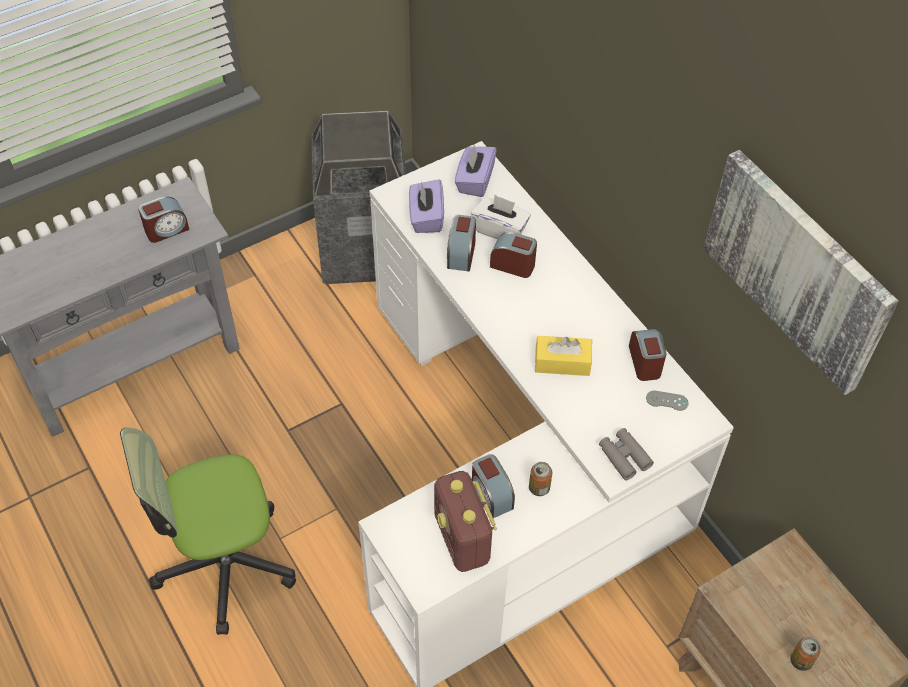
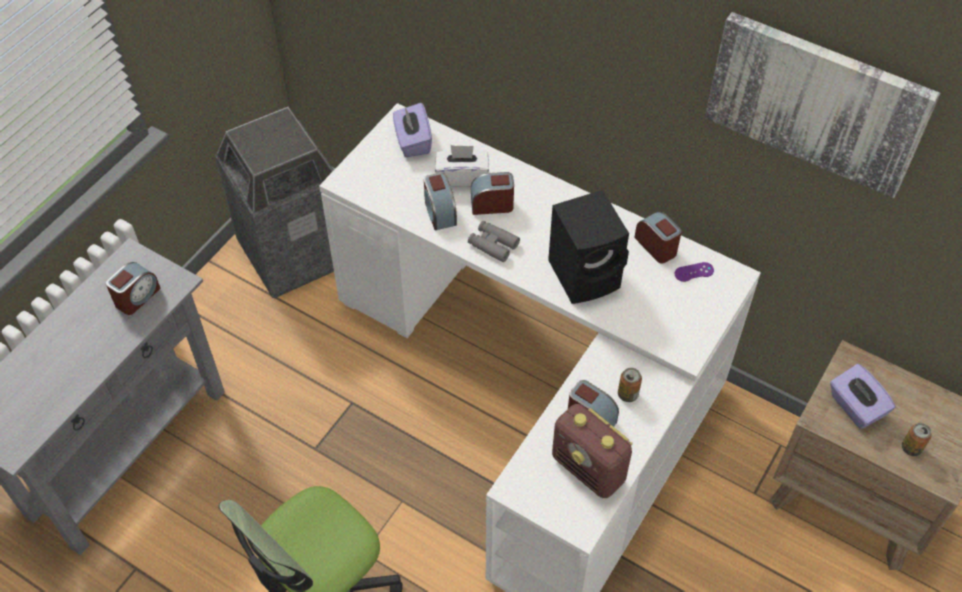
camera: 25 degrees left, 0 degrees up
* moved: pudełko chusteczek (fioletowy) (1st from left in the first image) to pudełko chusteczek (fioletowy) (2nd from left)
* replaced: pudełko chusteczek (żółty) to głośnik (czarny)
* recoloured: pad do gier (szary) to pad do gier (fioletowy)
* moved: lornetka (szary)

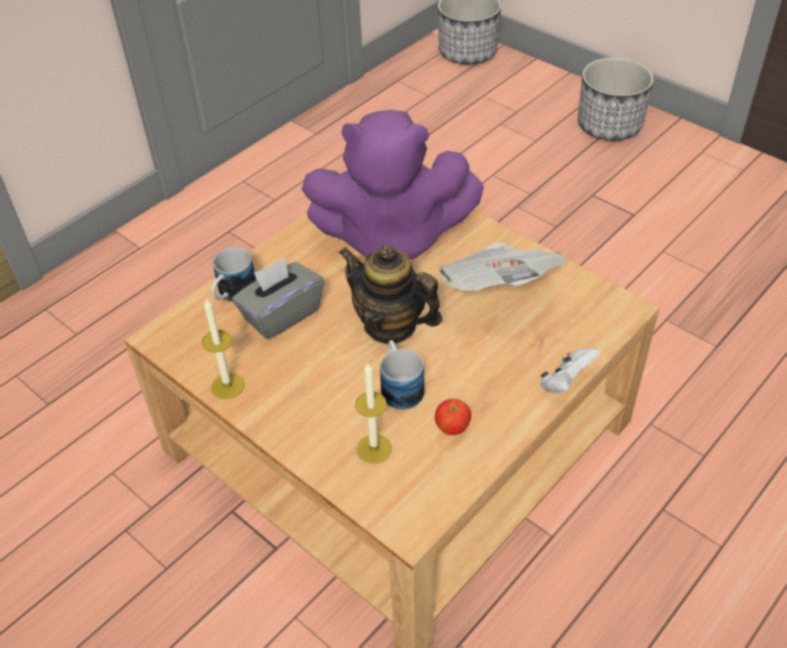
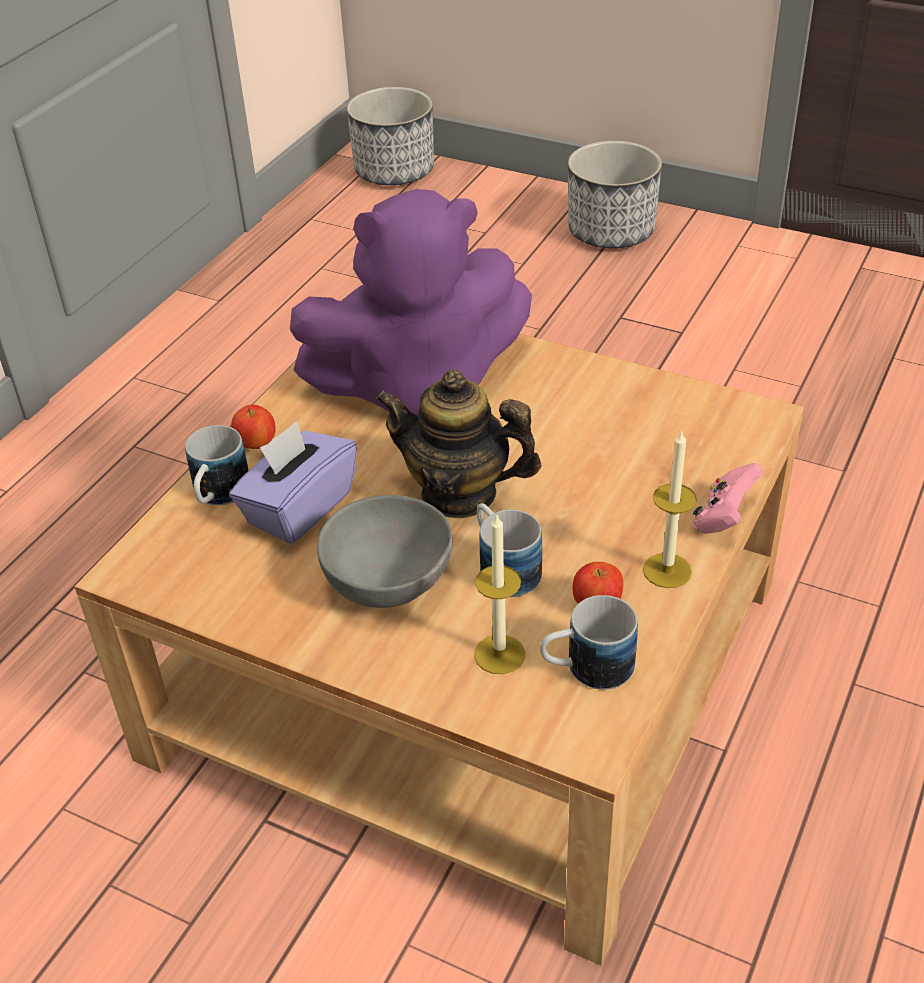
camera: 15 degrees left, 5 degrees down
* removed: gazeta
* recoloured: pudełko chusteczek (szary) to pudełko chusteczek (fioletowy)
* moved: świeca (1st from left in the first image) to świeca (2nd from left)
* recoloured: pad do gier (biały) to pad do gier (różowy)
* added: jabłko (1st from left)
* added: miska (szary)
* added: kubek (3rd from left)

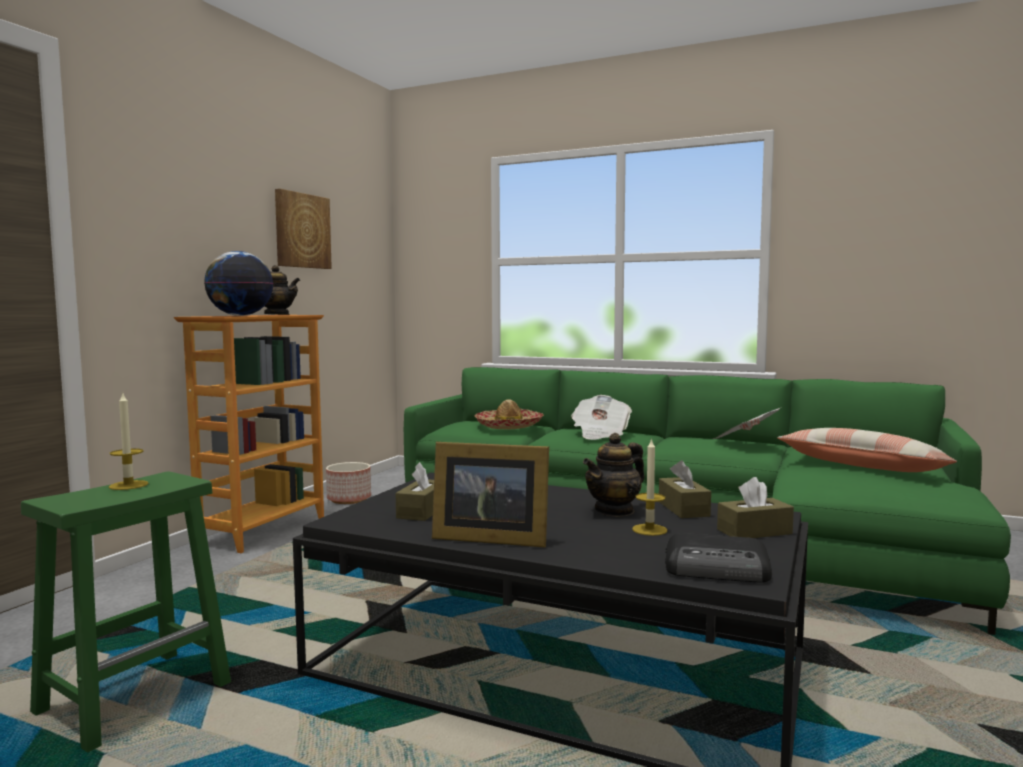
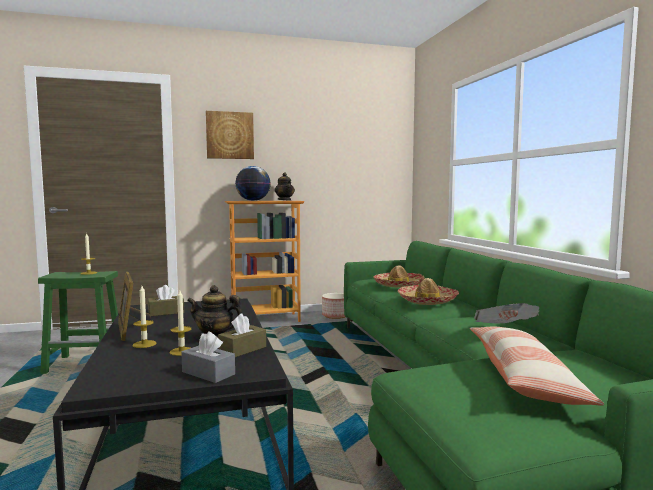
camera: 50 degrees right, 0 degrees up
* moved: obraz
* replaced: gazeta (1st from left) to kapelusz (2nd from left)
* recoloured: pudełko chusteczek (brązowy) (3rd from left) to pudełko chusteczek (szary)
* removed: radio
* added: świeca (2nd from left)

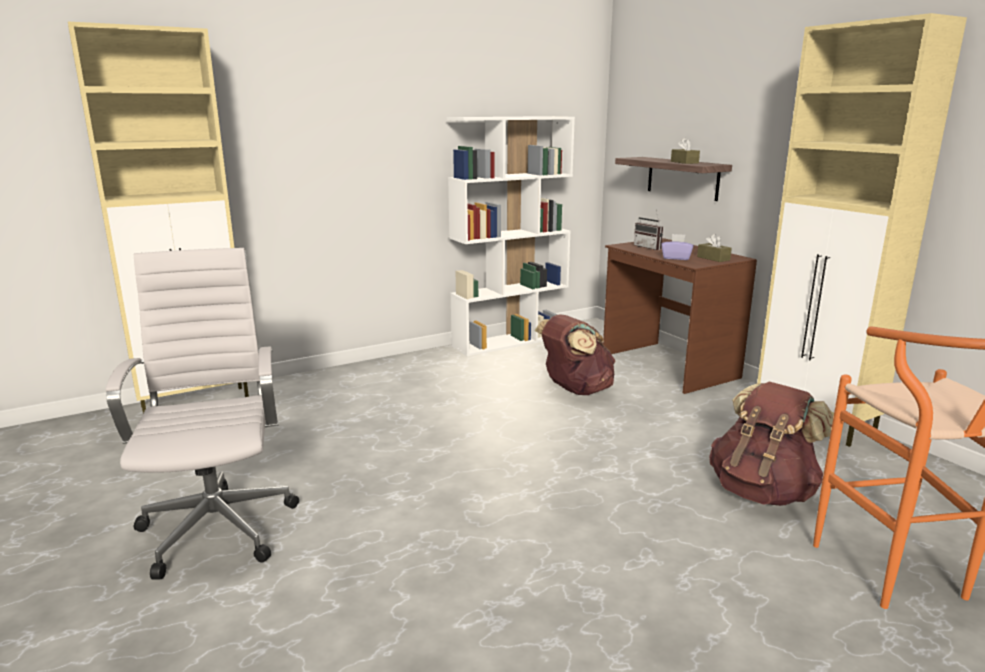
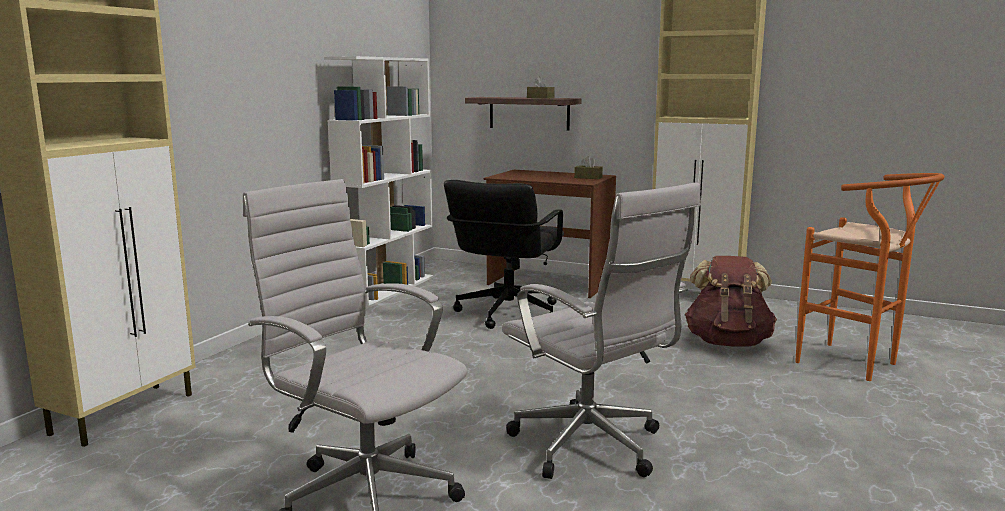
camera: 35 degrees left, 5 degrees down
* removed: radio
* removed: pudełko chusteczek (fioletowy)
* replaced: plecak (brązowy) (1st from left) to krzesło biurowe (czarny)
* added: krzesło biurowe (biały) (2nd from left)

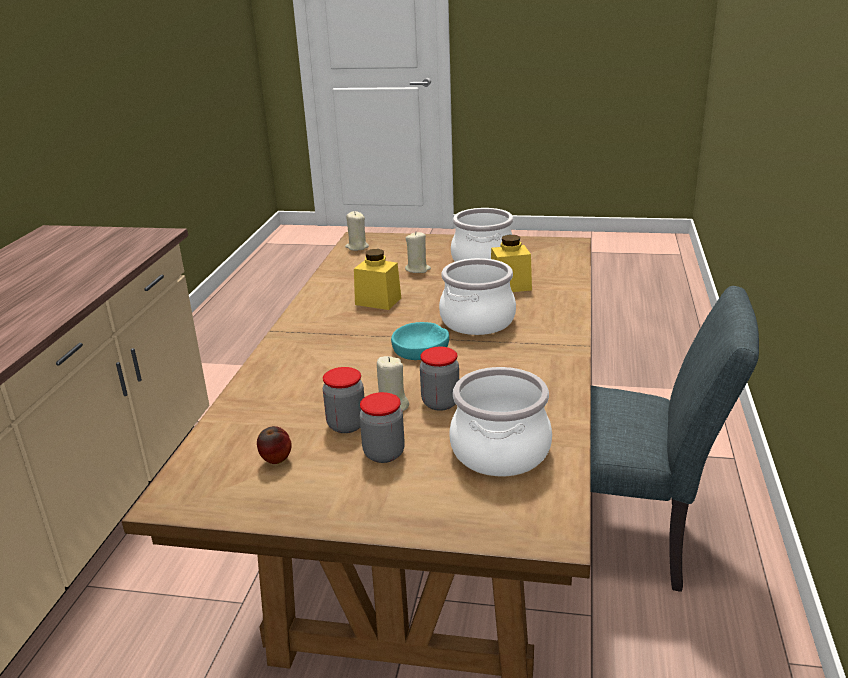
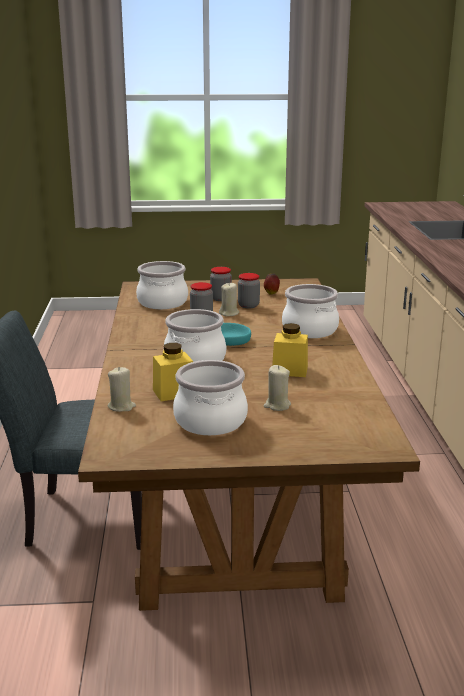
camera: 165 degrees right, 5 degrees down
* moved: świeca (beżowy) (1st from left)
* added: garnek (4th from left)

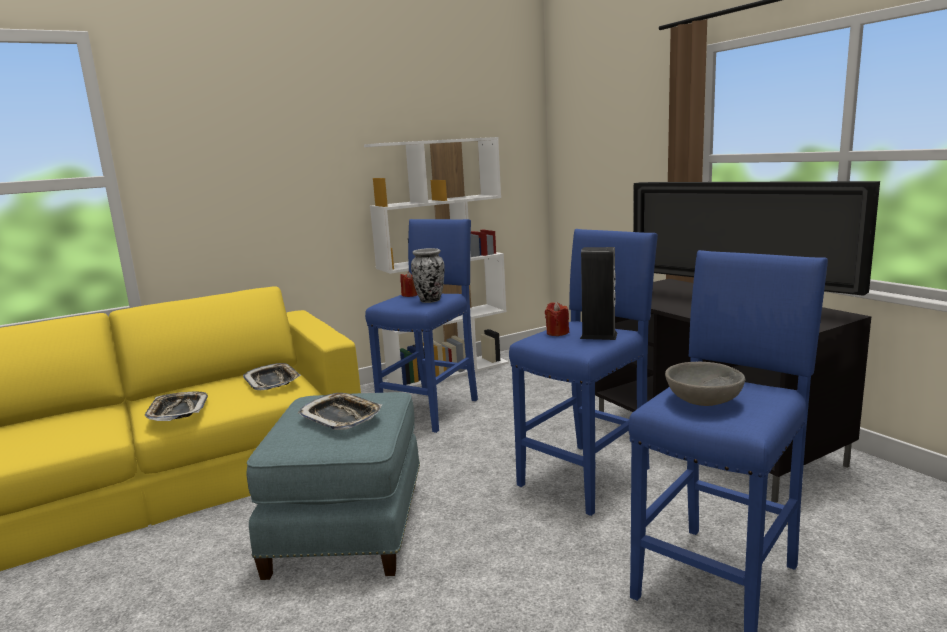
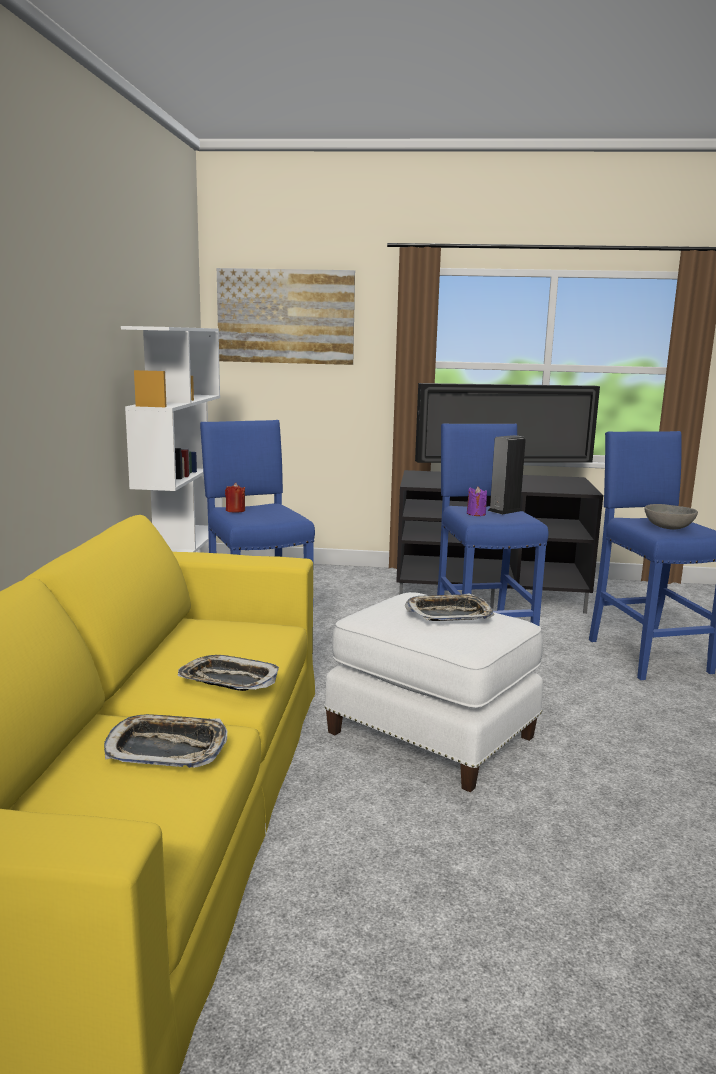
camera: 55 degrees left, 0 degrees up
* removed: wazon
* recoloured: świeca (czerwony) (2nd from left) to świeca (fioletowy)
* moved: taca (2nd from left in the first image) to taca (1st from left)
* recoloured: pufa (niebieski) to pufa (biały)
* added: obraz

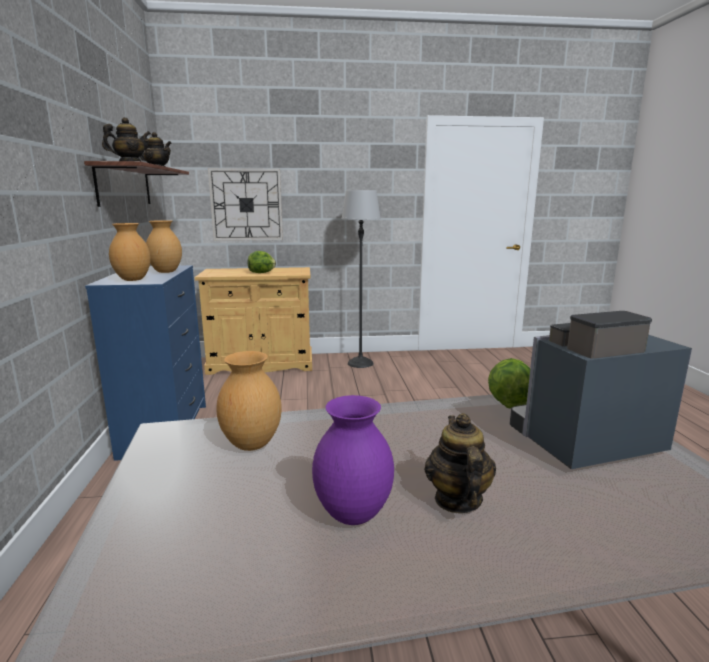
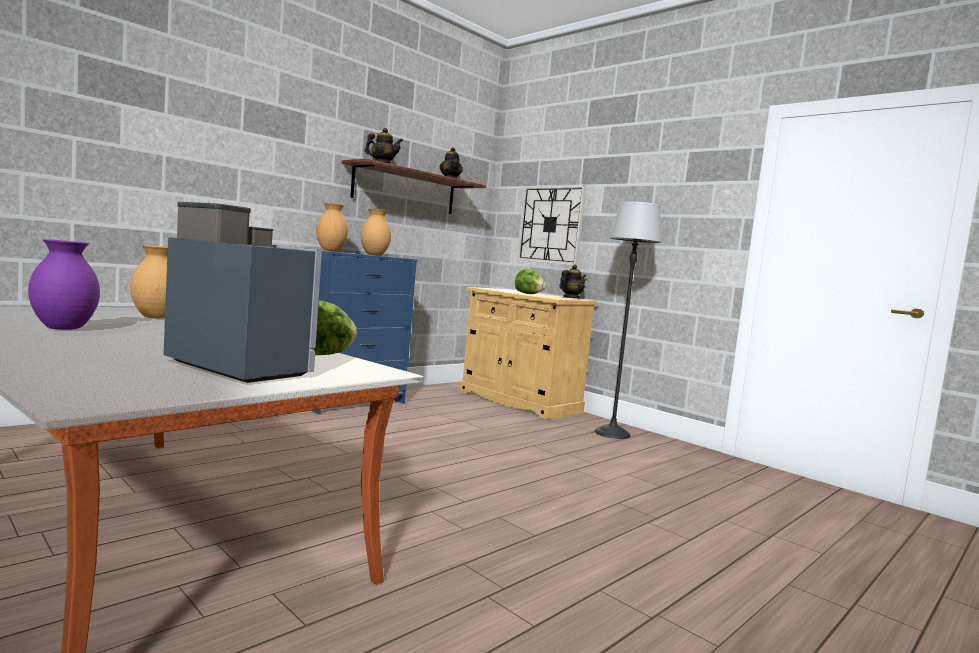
camera: 50 degrees right, 10 degrees down
* moved: imbryk (3rd from left)

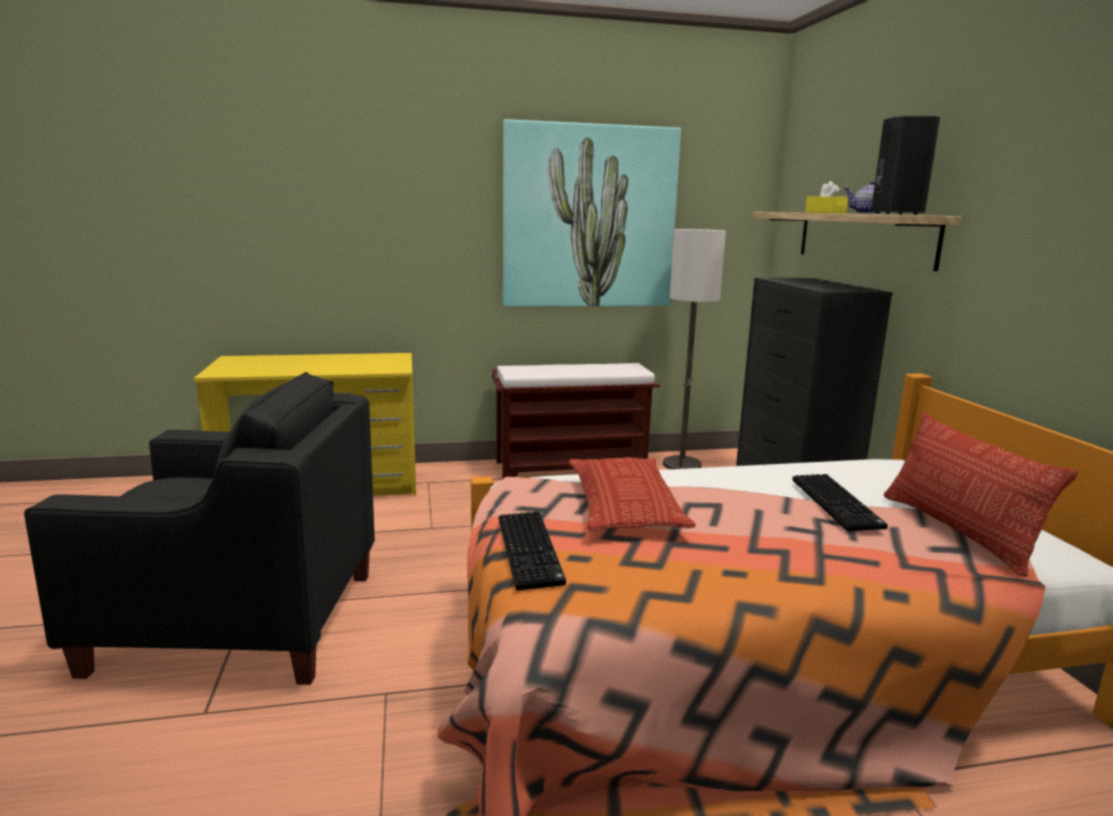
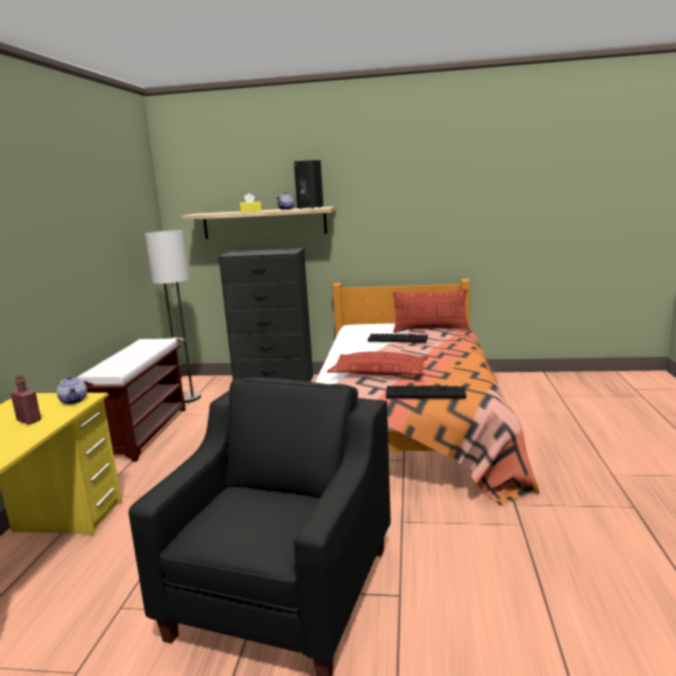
camera: 70 degrees left, 0 degrees up
* removed: obraz
* added: butelka (czerwony)
* added: imbryk (1st from left)

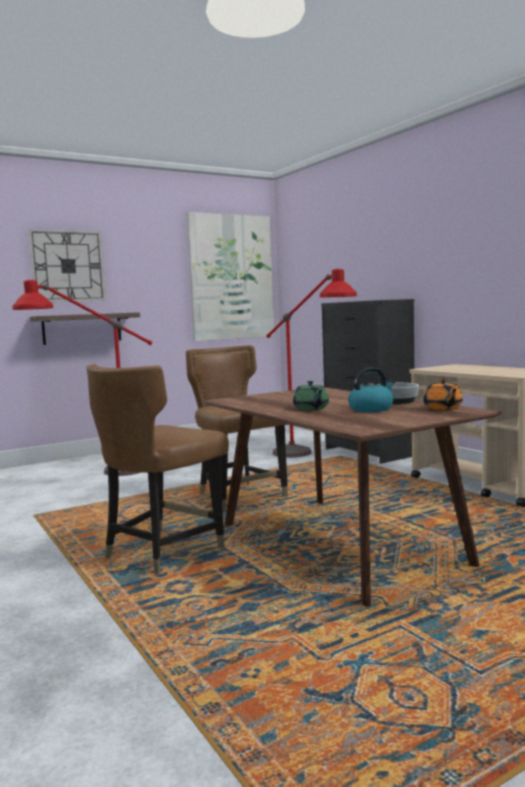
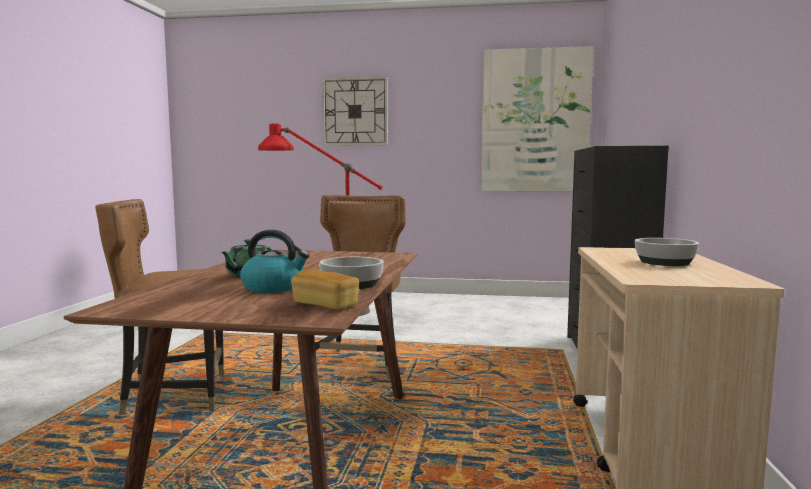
camera: 40 degrees right, 0 degrees up
* removed: lampa stojąca (czerwony) (2nd from left)
* removed: półka
* replaced: imbryk (pomarańczowy) to chleb
* added: miska (2nd from left)

